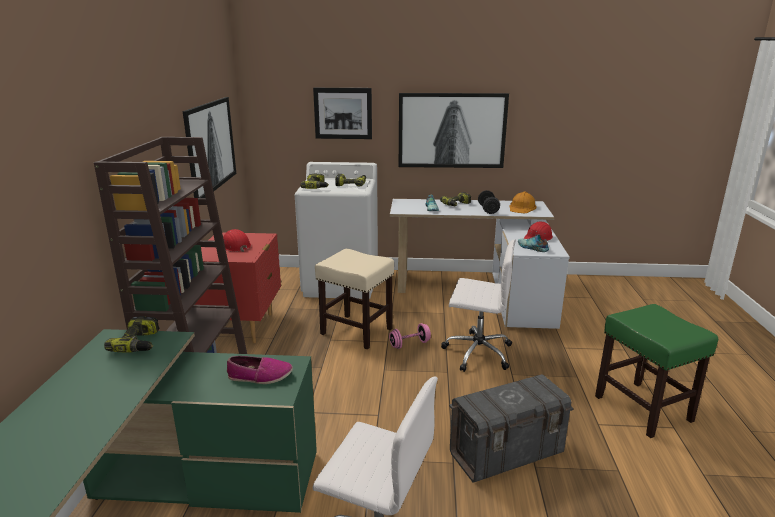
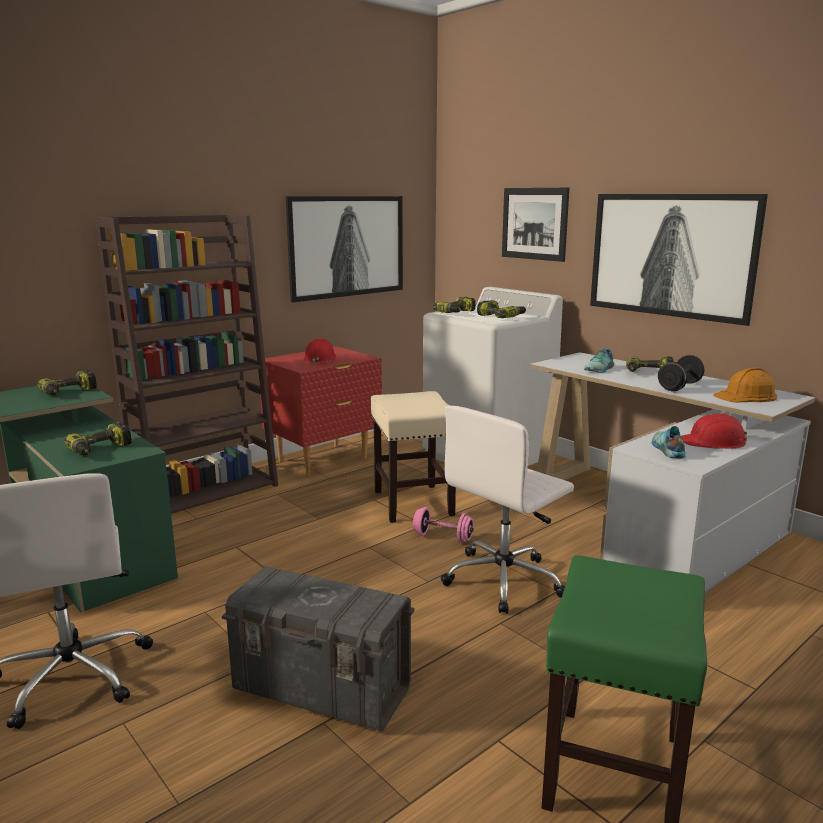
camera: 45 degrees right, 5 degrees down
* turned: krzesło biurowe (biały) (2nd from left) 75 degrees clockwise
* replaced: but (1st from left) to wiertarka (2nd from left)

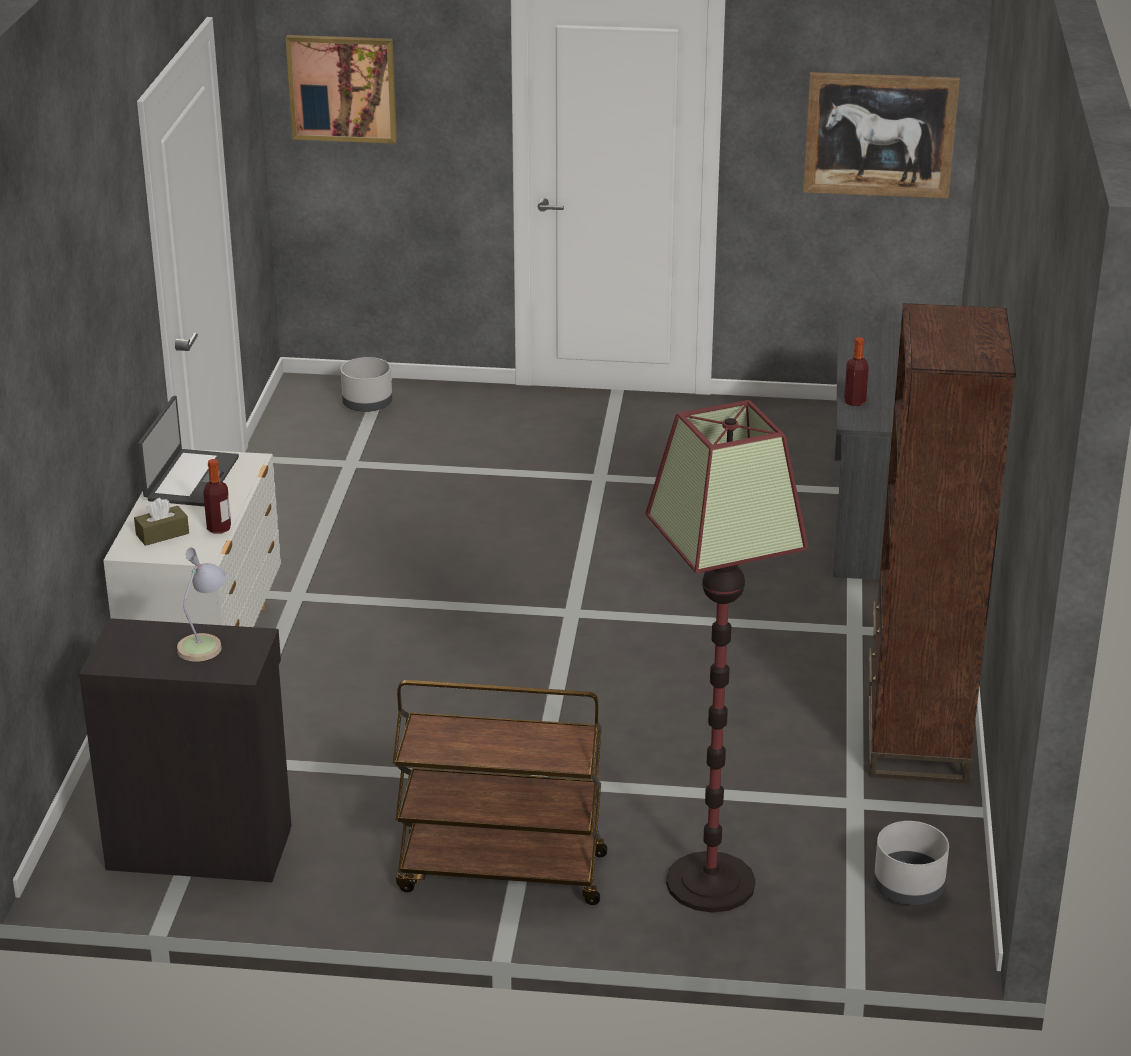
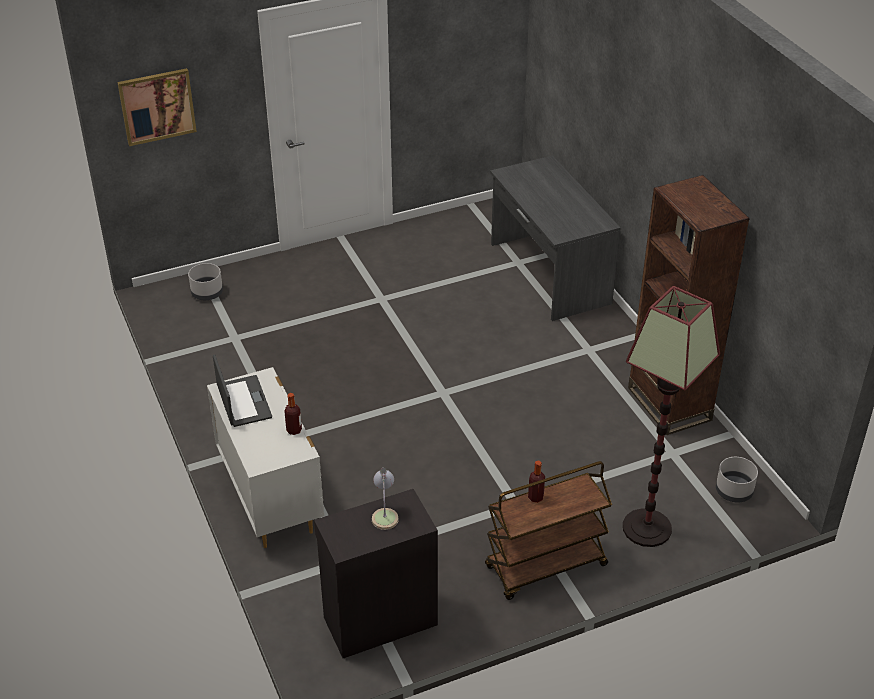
camera: 30 degrees left, 10 degrees up
* removed: obraz (2nd from left)
* moved: butelka (2nd from left)
* removed: pudełko chusteczek (brązowy)

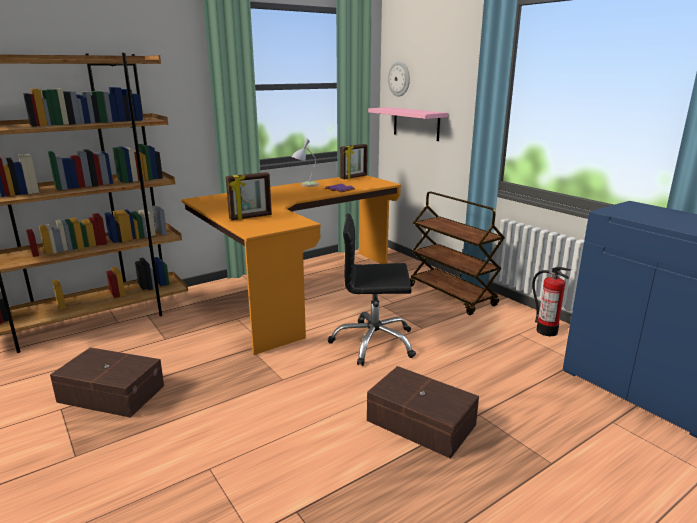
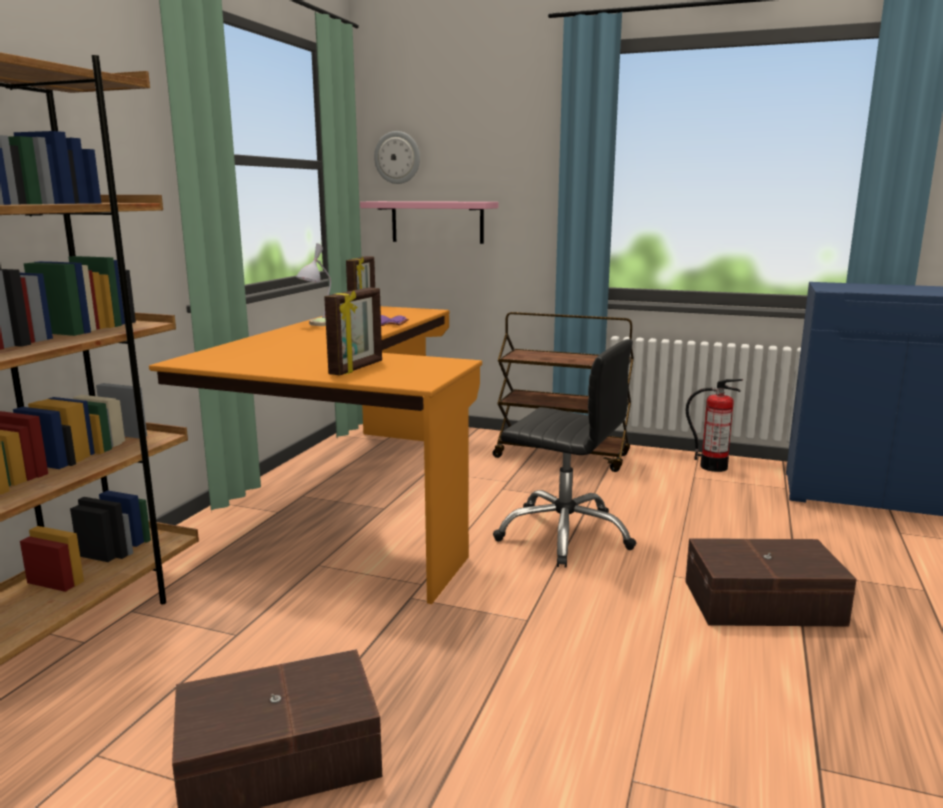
camera: 35 degrees left, 5 degrees down
* turned: krzesło biurowe (czarny) 120 degrees counterclockwise

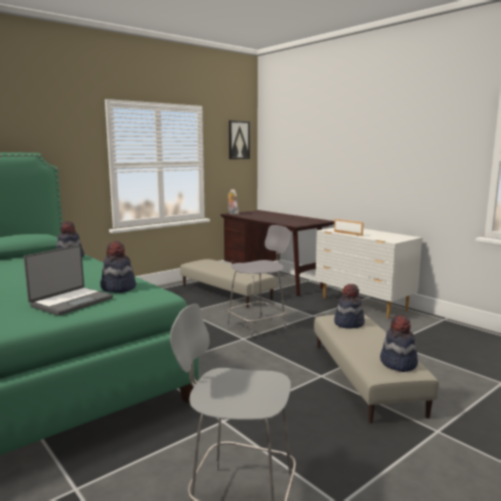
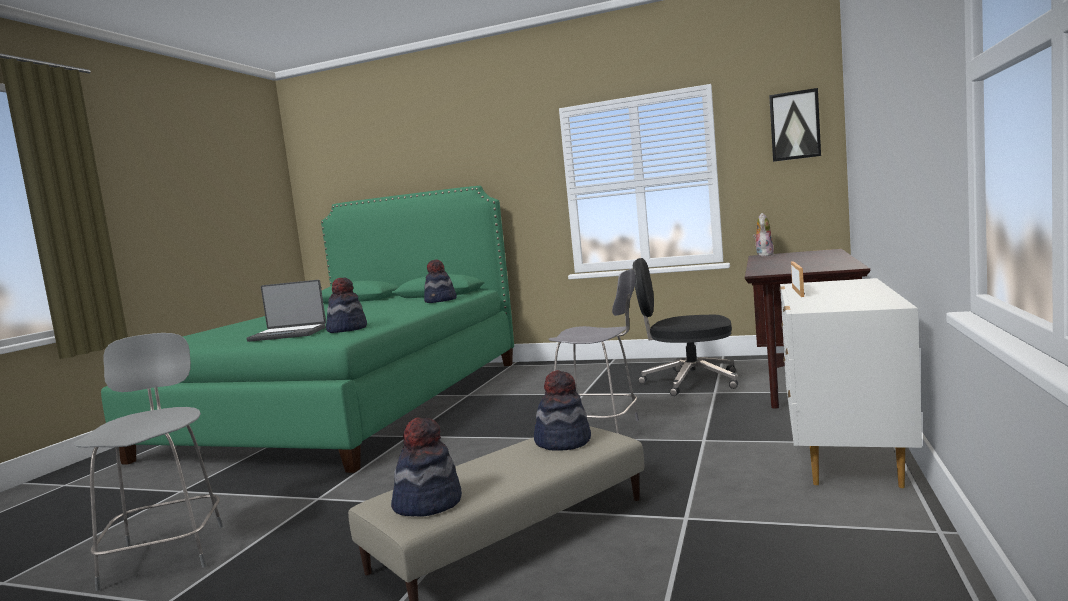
camera: 60 degrees right, 5 degrees down
* replaced: pufa (beżowy) (1st from left) to krzesło biurowe (czarny)

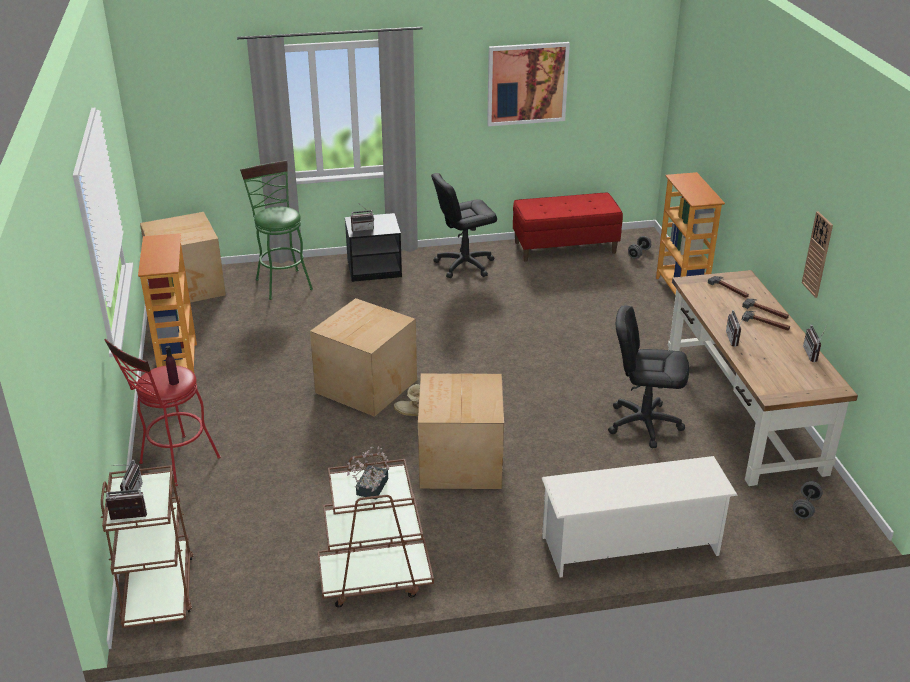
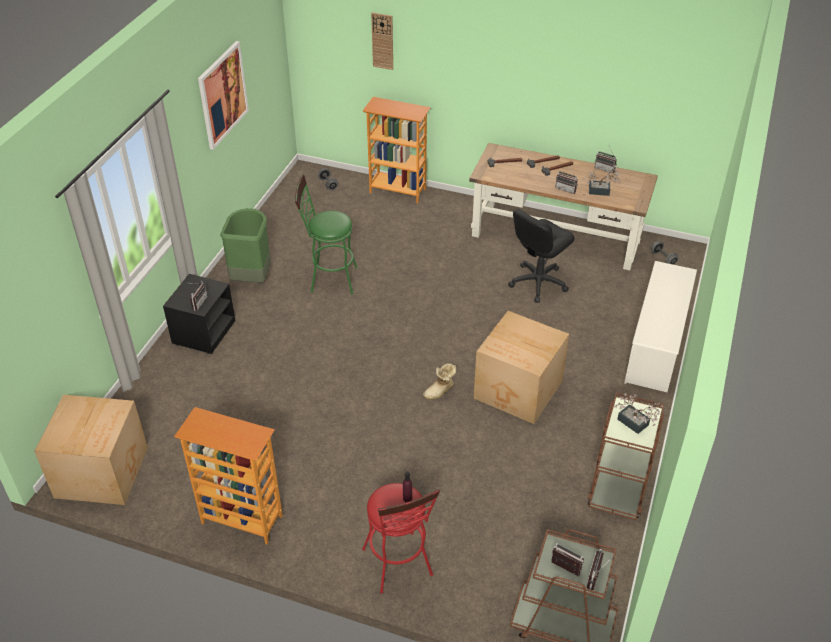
camera: 60 degrees left, 10 degrees up
* moved: stołek (zielony)
* replaced: krzesło biurowe (czarny) (1st from left) to kosz na śmieci (zielony)
* removed: ławka (czerwony)
* moved: zegar ścienny
* removed: karton (2nd from left)
* added: roślina doniczkowa (1st from left)

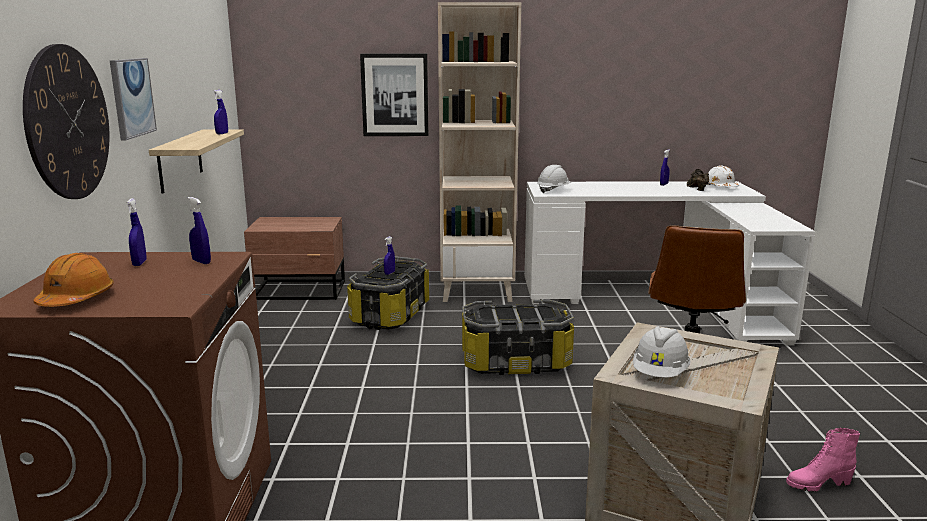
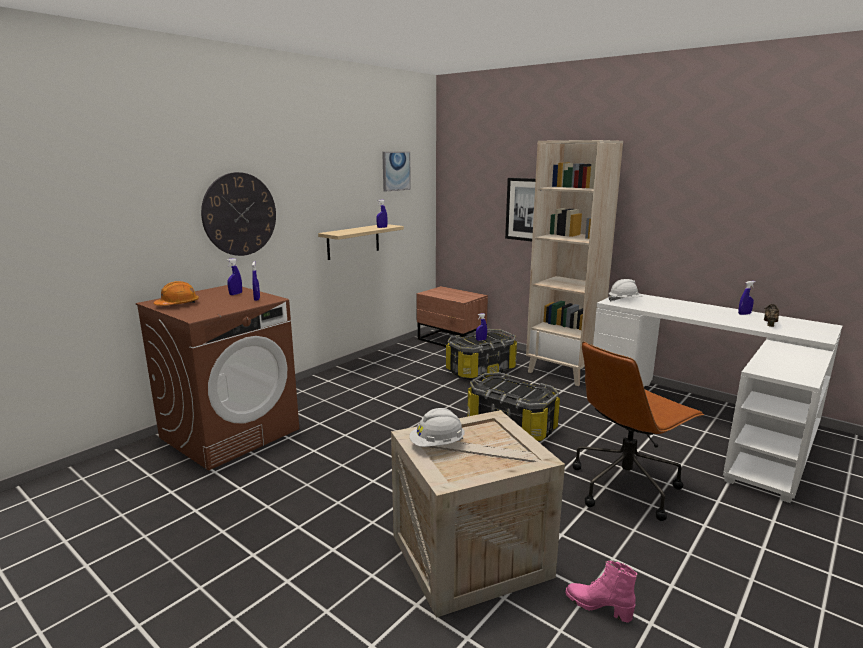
camera: 40 degrees right, 0 degrees up
* moved: obraz (1st from left)
* removed: kask (biały) (3rd from left)

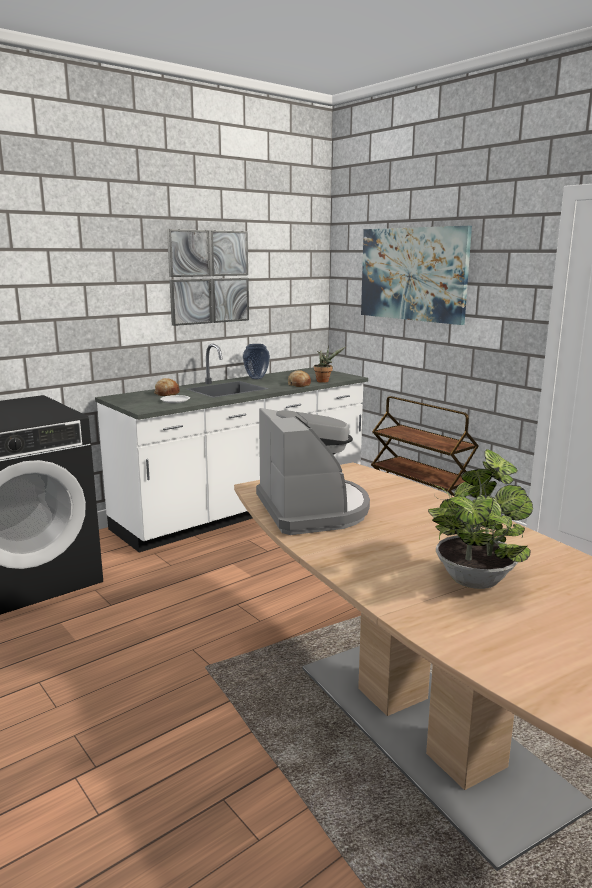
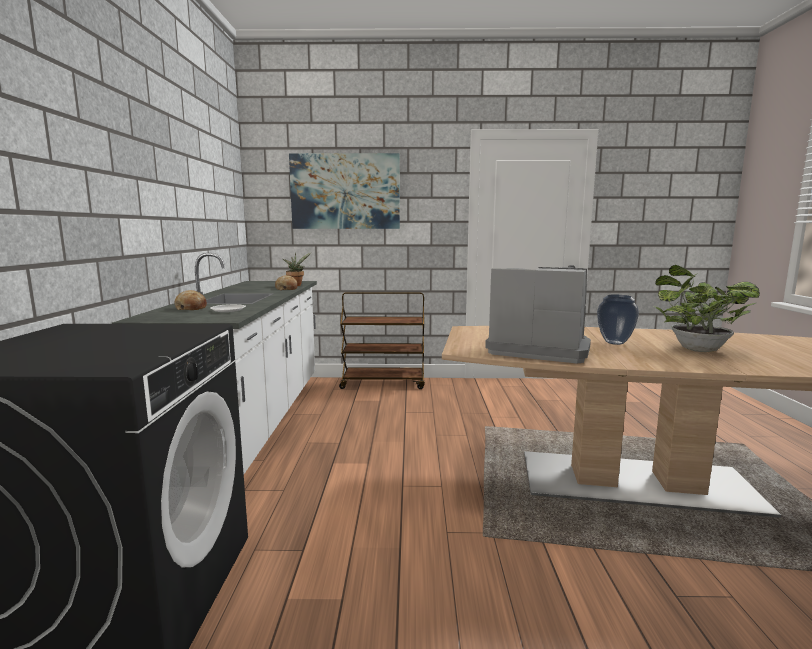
camera: 50 degrees left, 5 degrees down
* removed: obraz (1st from left)
* moved: wazon

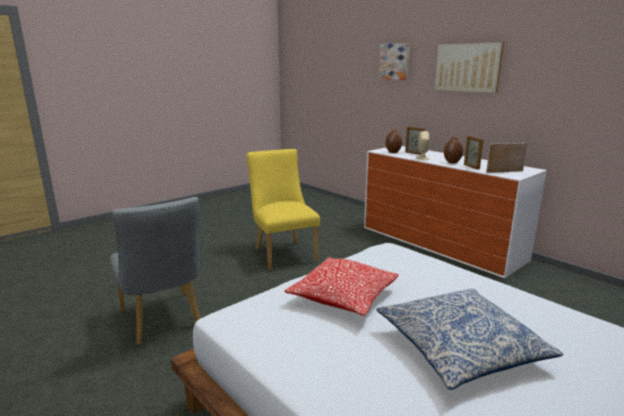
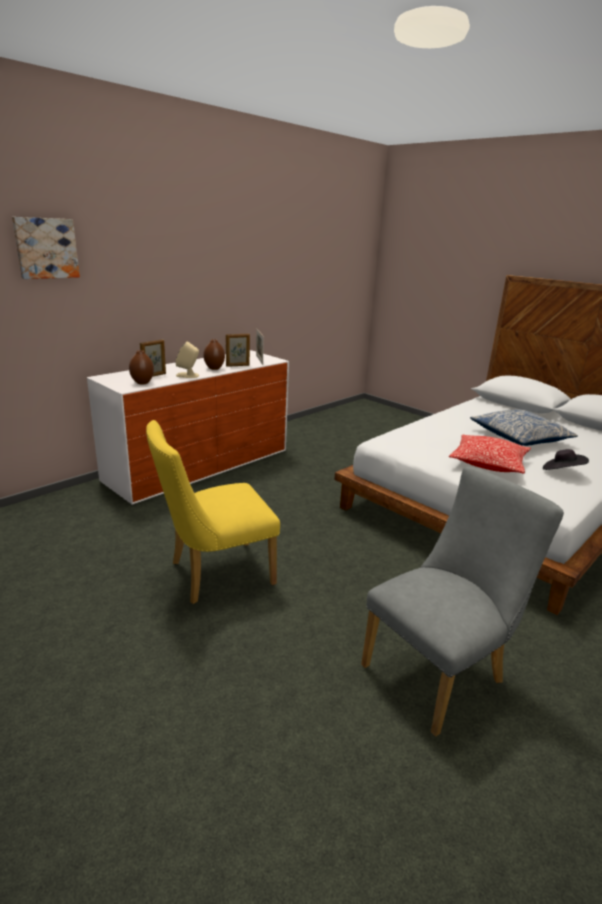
camera: 95 degrees left, 5 degrees up
* removed: obraz (2nd from left)
* added: kapelusz (czarny)

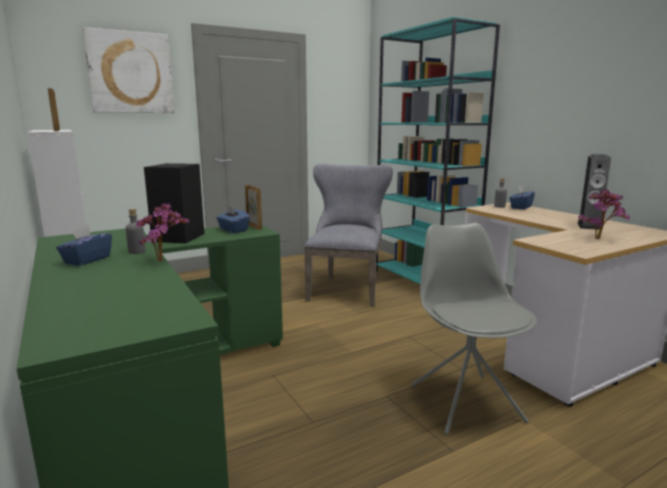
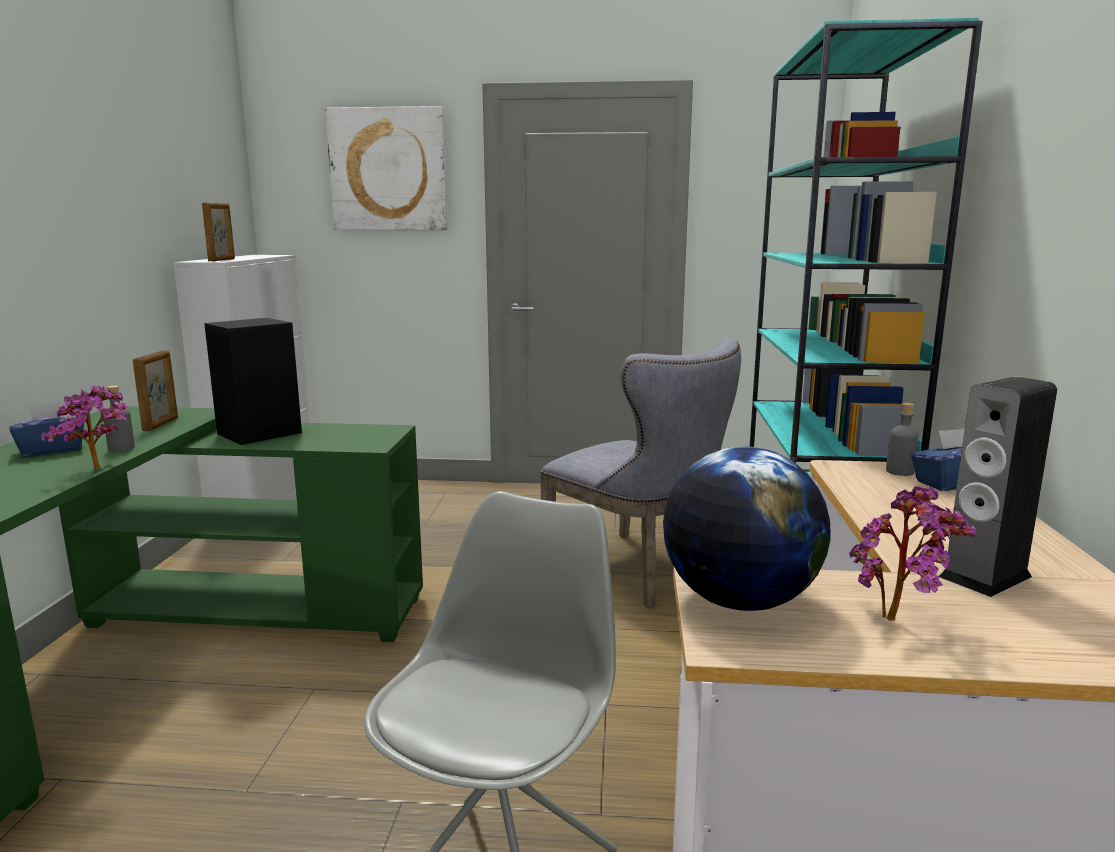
camera: 35 degrees right, 0 degrees up
* turned: krzesło (szary) (1st from left in the first image) 90 degrees clockwise
* moved: ramka na zdjęcie (2nd from left in the first image) to ramka na zdjęcie (1st from left)
* removed: pudełko chusteczek (niebieski) (2nd from left)
* added: globus

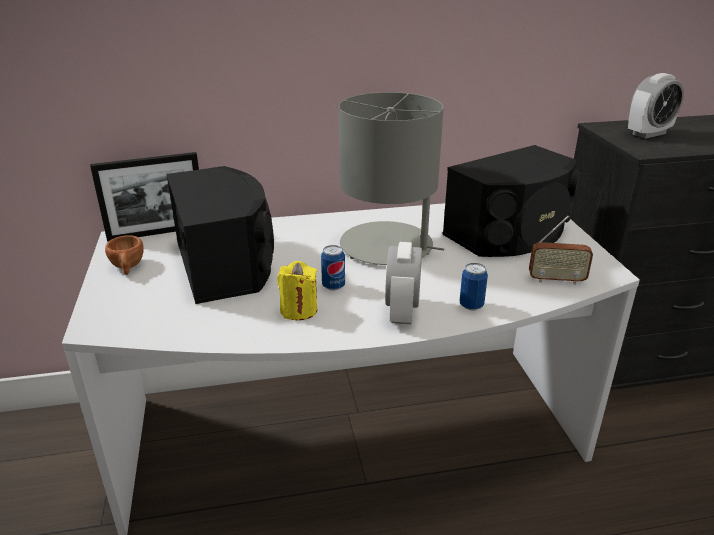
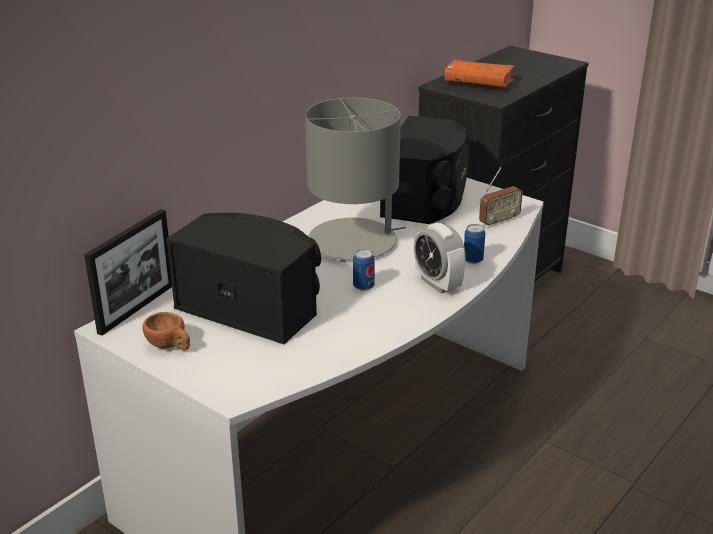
camera: 40 degrees left, 0 degrees up
* replaced: budzik (2nd from left) to książka (pomarańczowy)
* removed: świeca (żółty)

